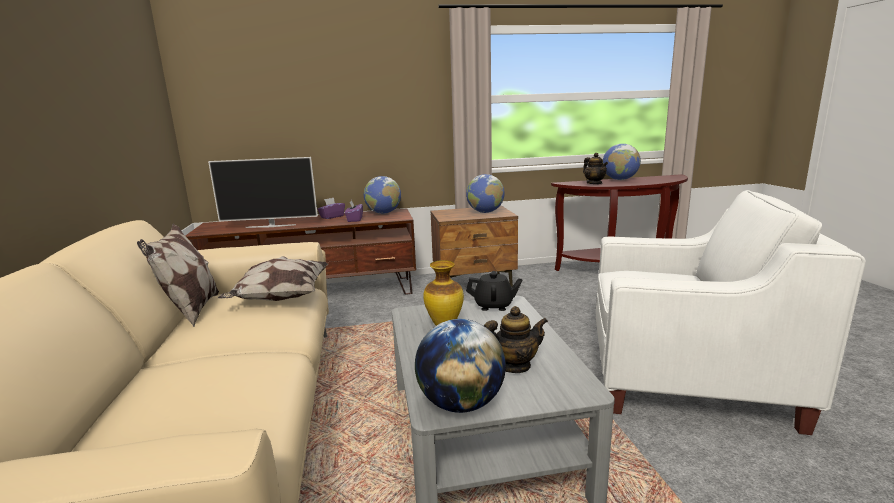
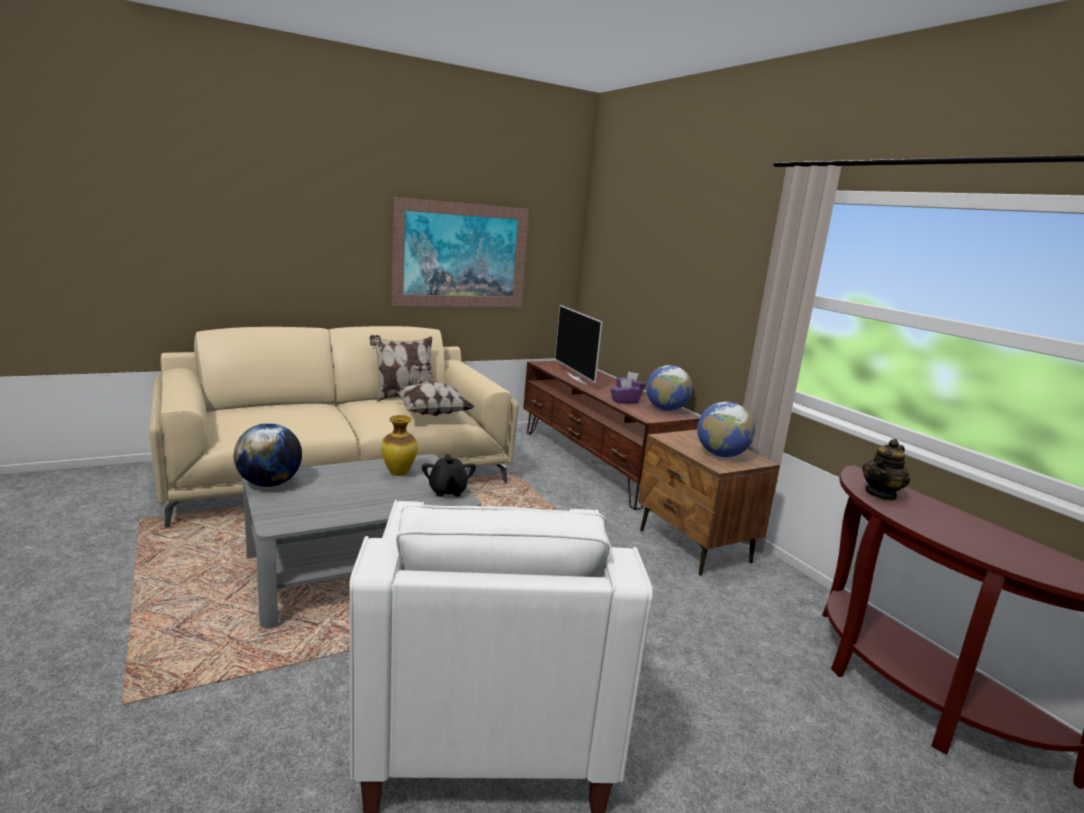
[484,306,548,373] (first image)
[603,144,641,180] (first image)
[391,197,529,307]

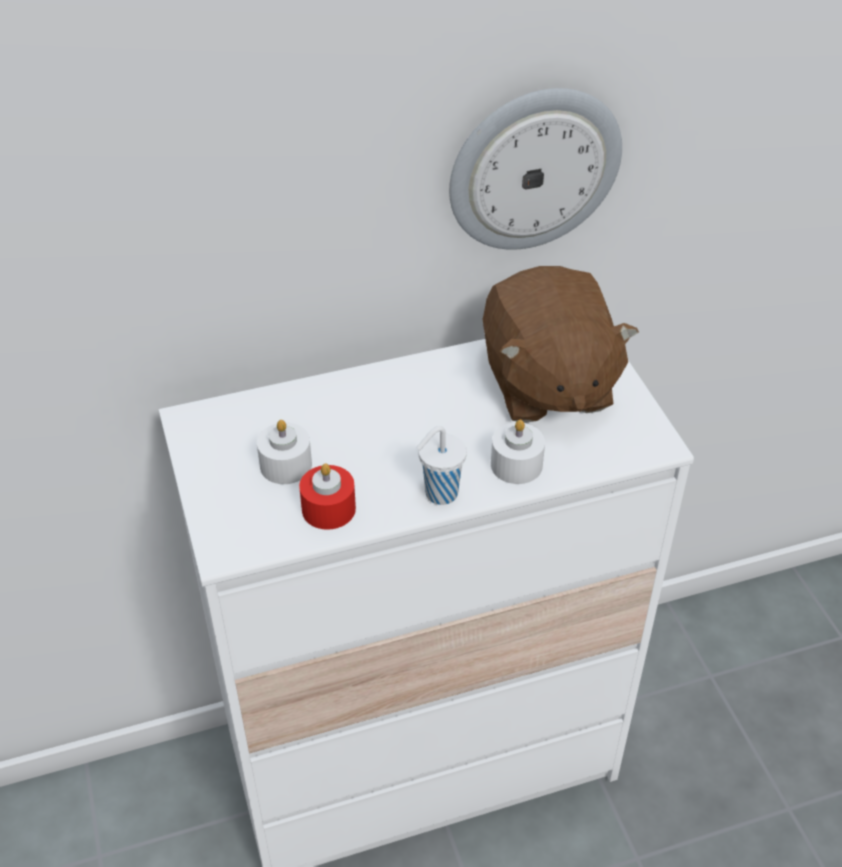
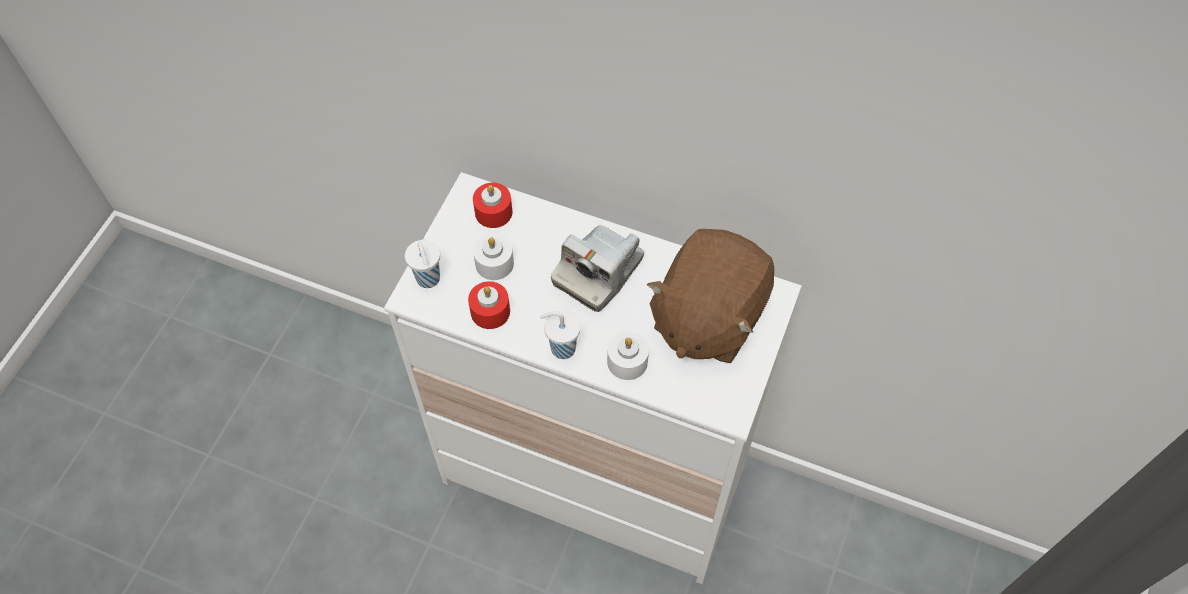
[449,88,622,250] (first image)
[405,240,440,288]
[473,183,513,228]
[551,225,644,312]

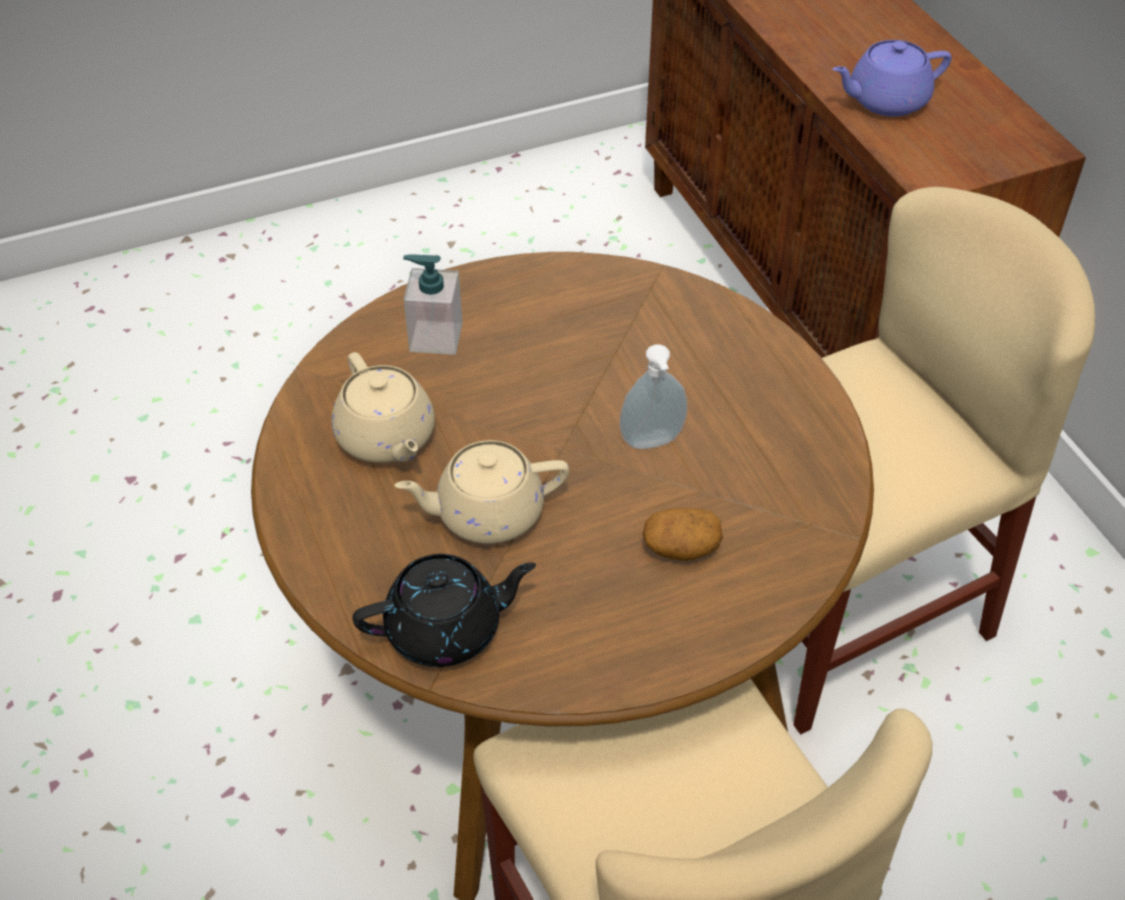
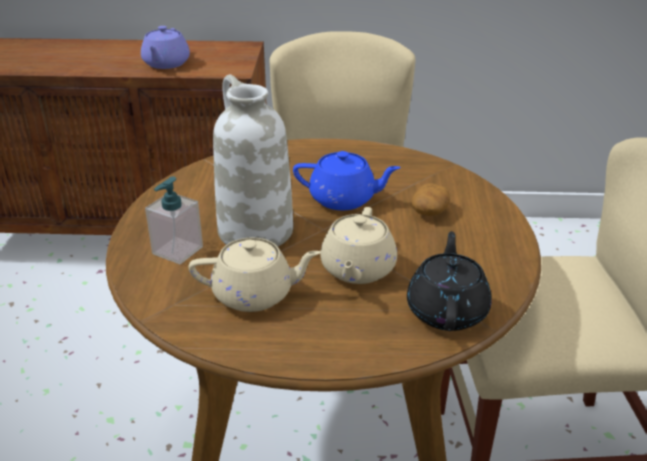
[213,75,293,246]
[293,151,401,210]

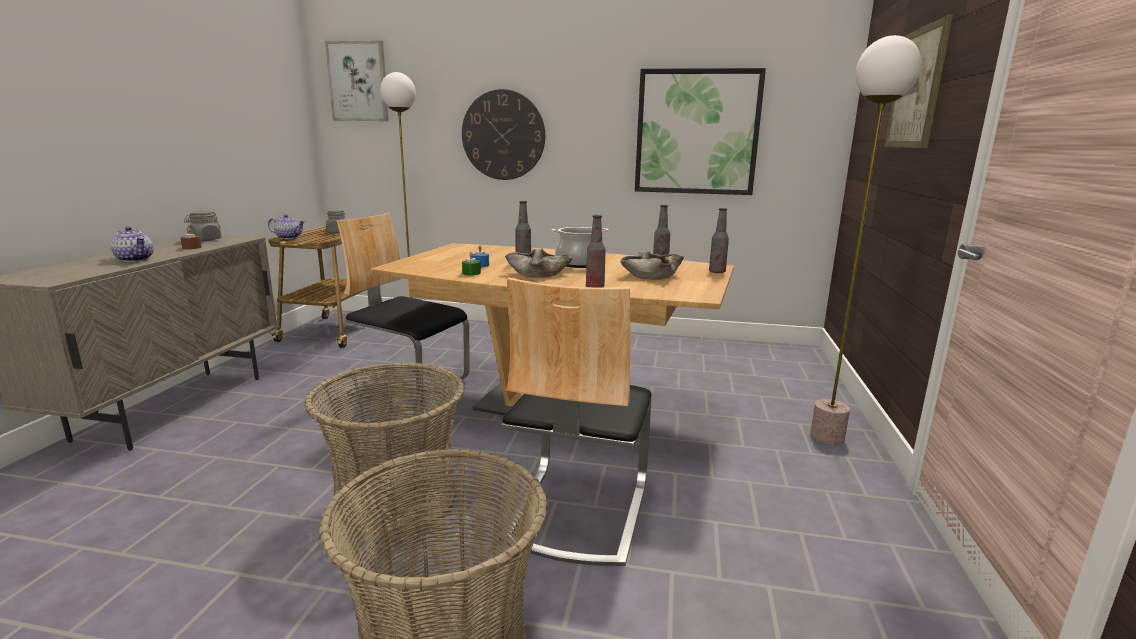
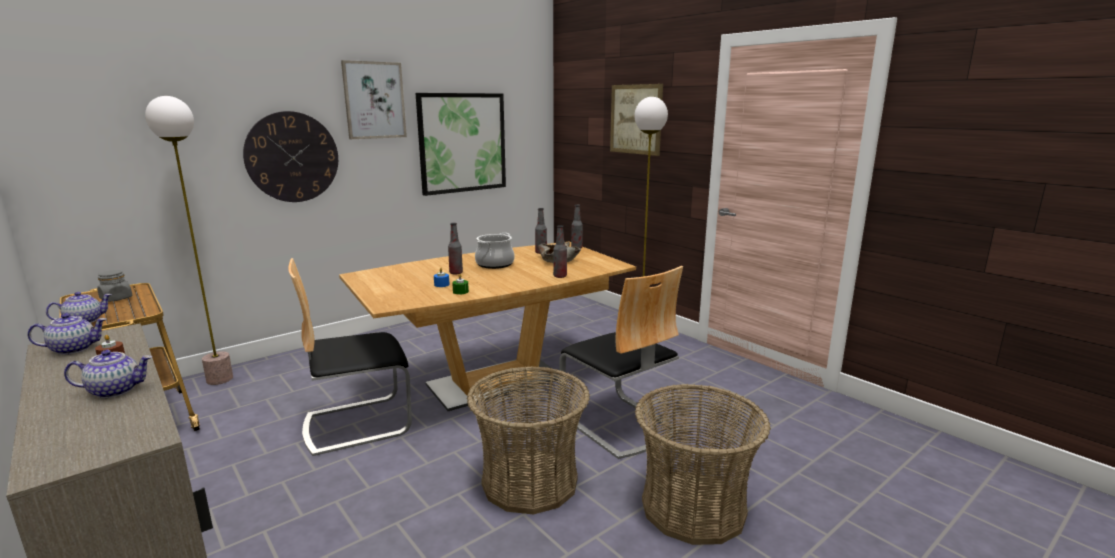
[505,248,573,278] (first image)
[341,60,407,139]
[27,313,106,355]

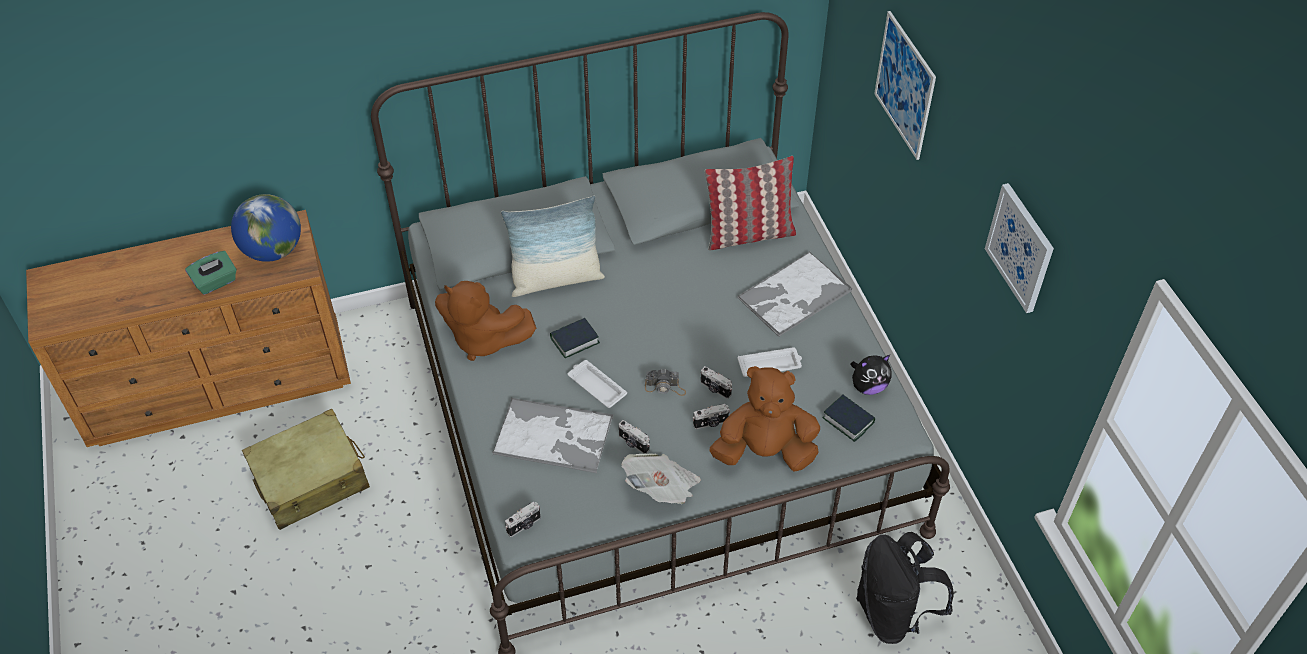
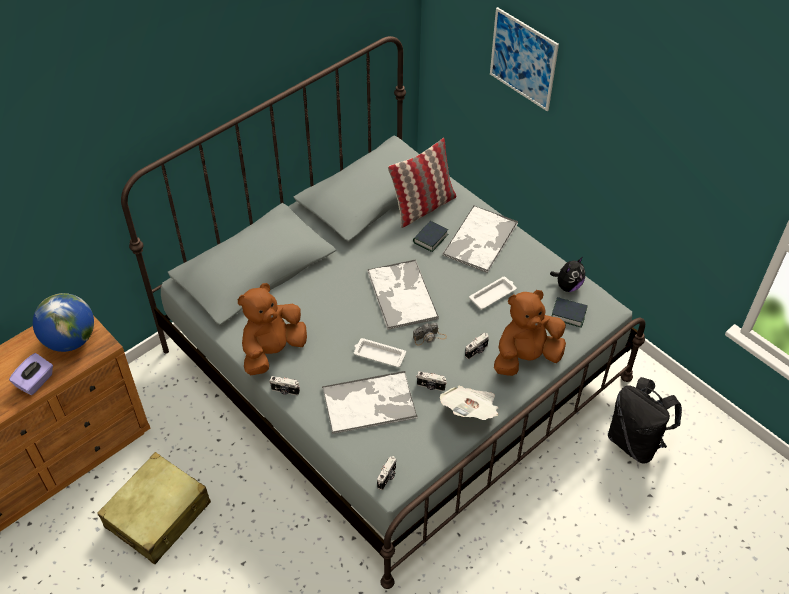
[501,196,605,297] (first image)
[985,183,1054,313] (first image)
[367,259,439,330]
[413,221,449,252]
[270,376,300,395]
[9,353,53,395]
[238,283,307,375]

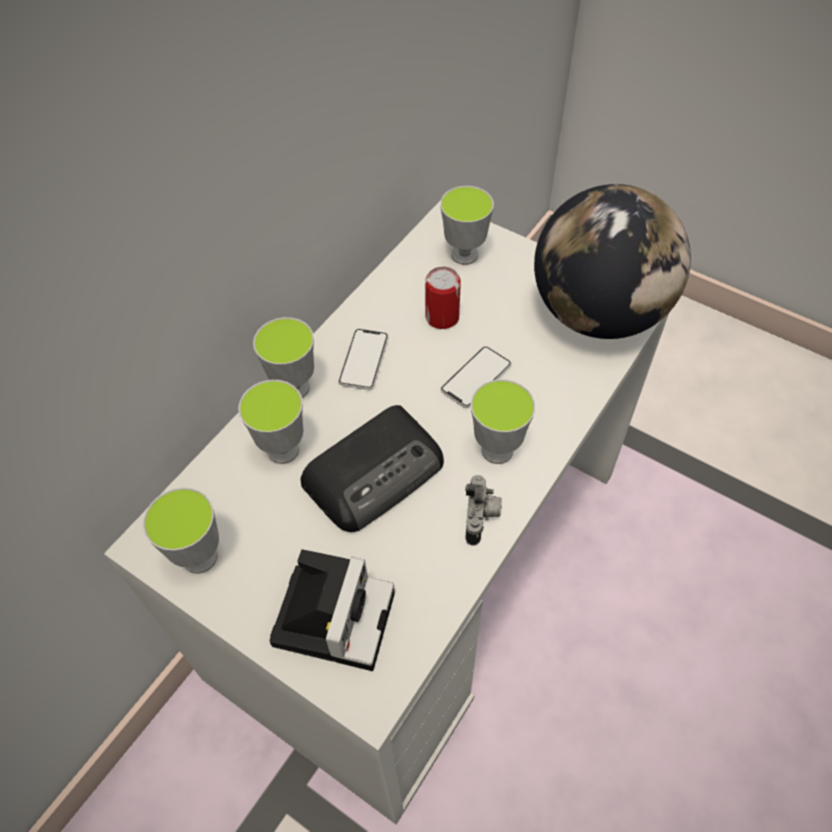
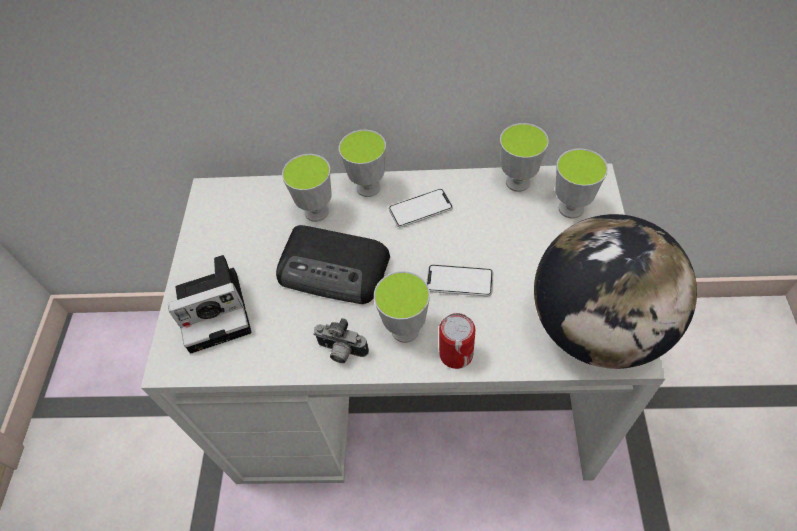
[500,123,549,192]
[439,313,475,369]
[313,318,369,363]

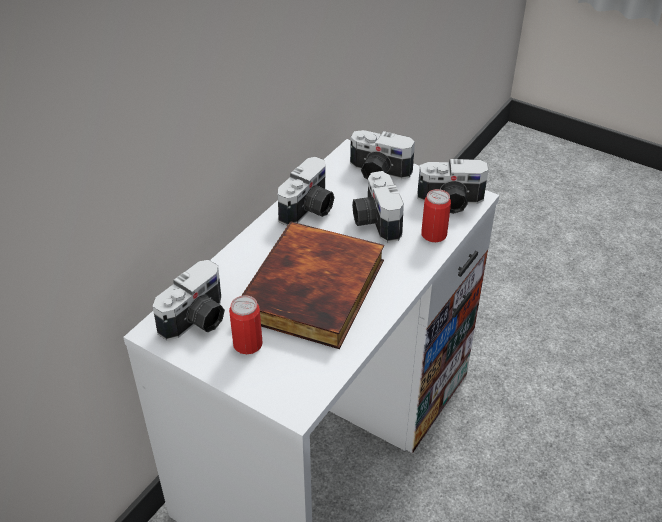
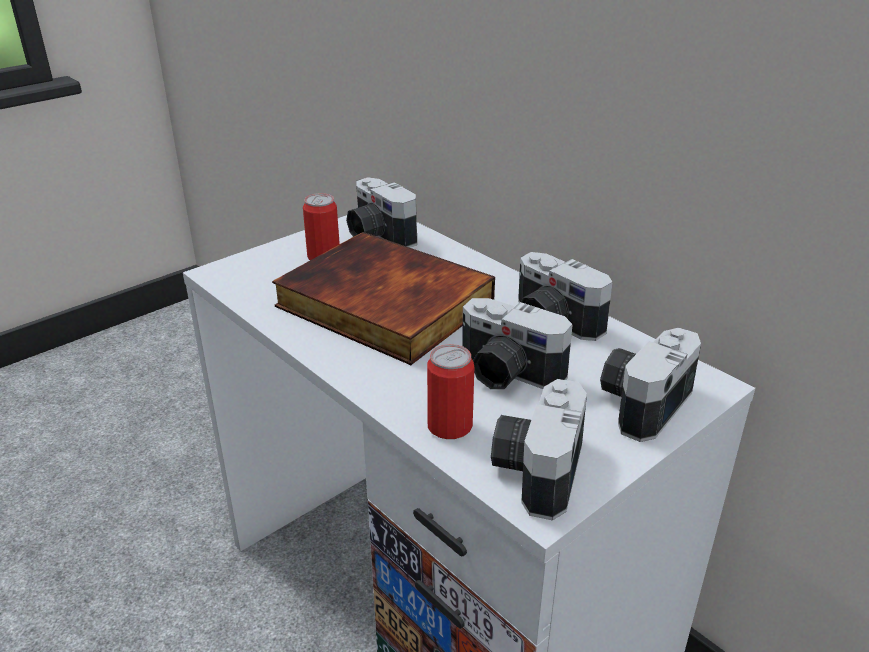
[462,298,573,389]

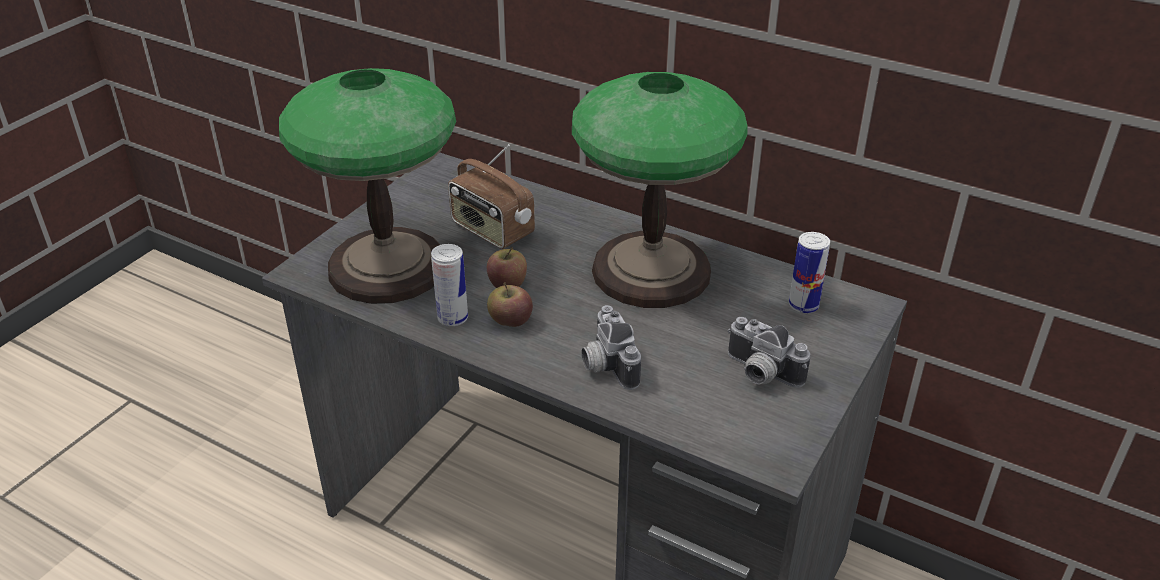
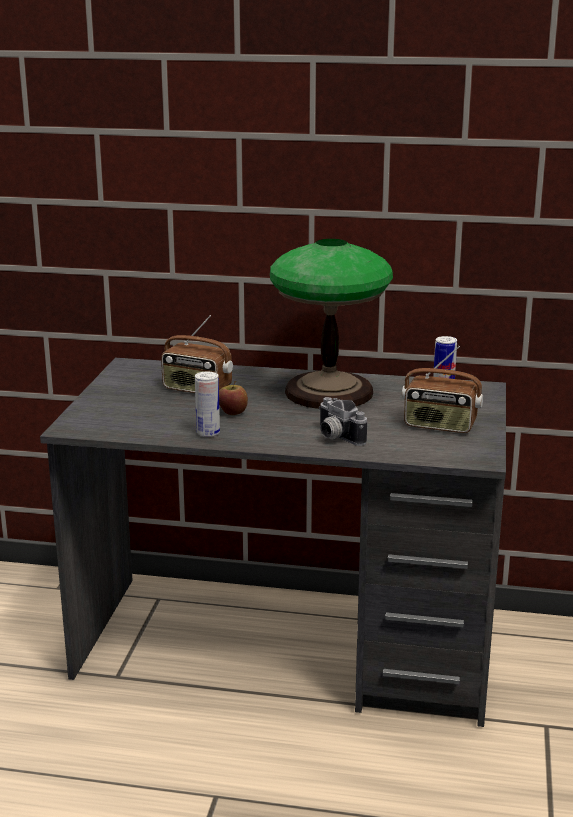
[279,68,456,304] (first image)
[487,282,533,327] (first image)
[402,346,483,433]

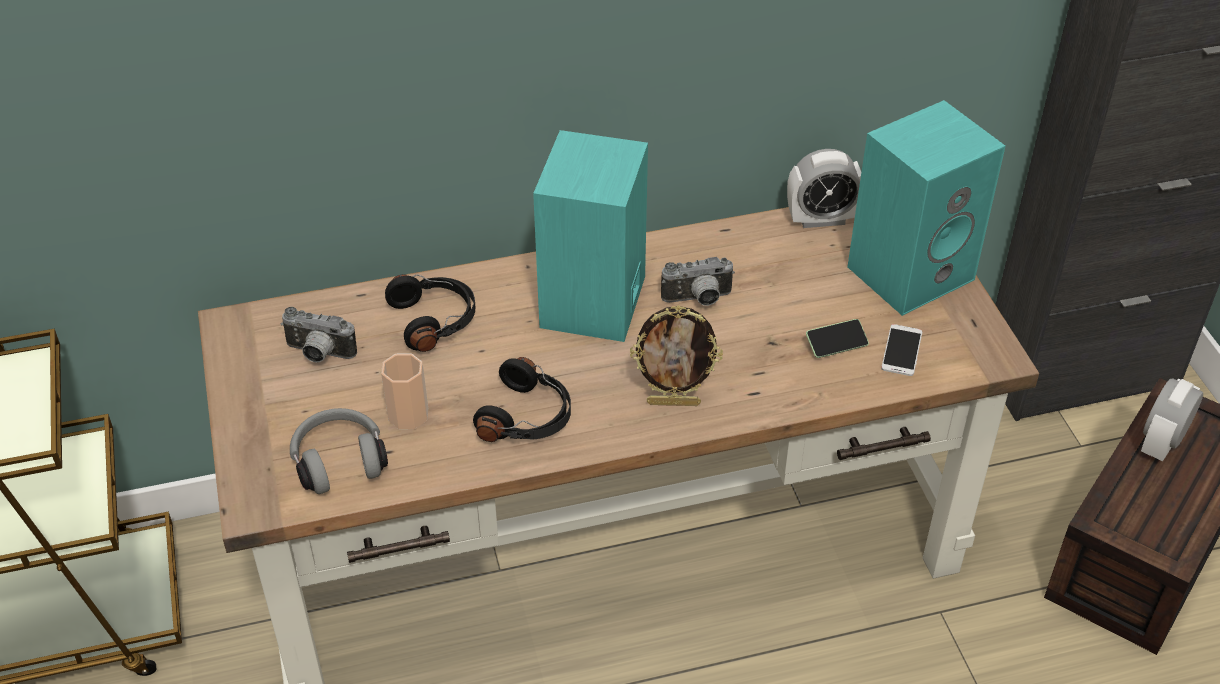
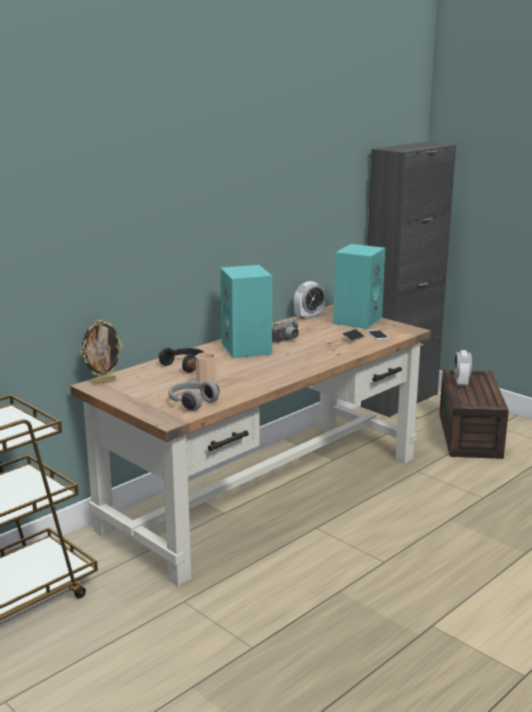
[281,307,357,363] (first image)
[473,357,571,442] (first image)
[80,319,123,385]

